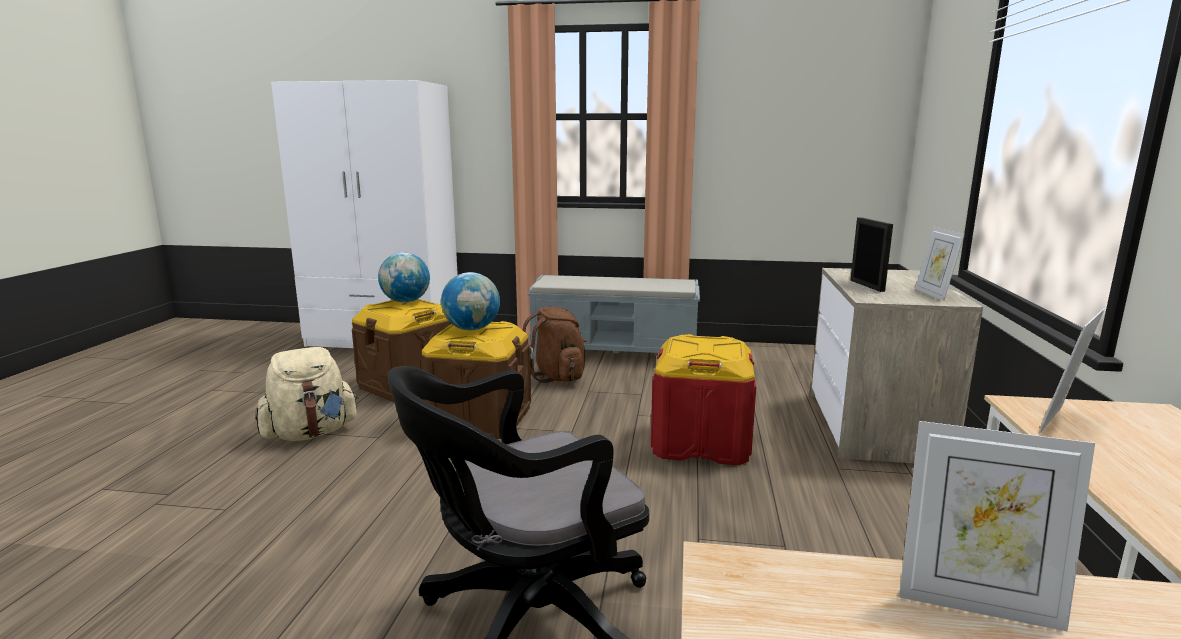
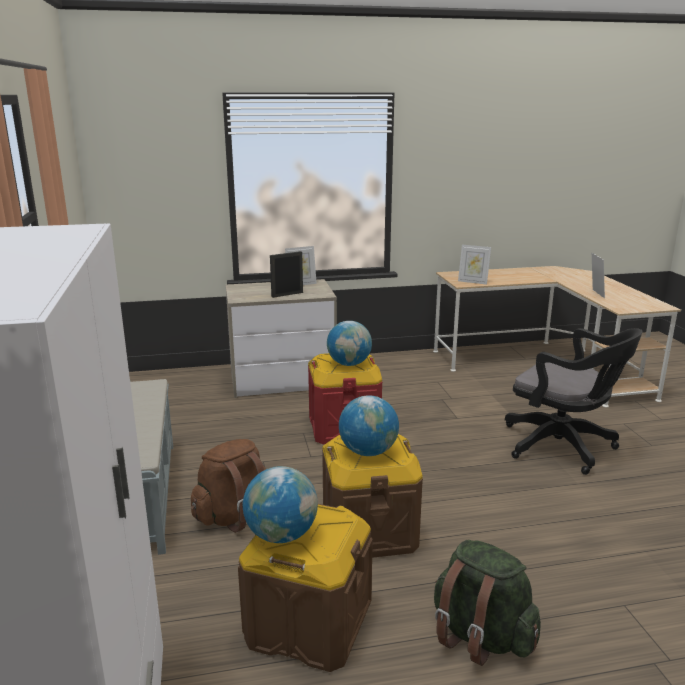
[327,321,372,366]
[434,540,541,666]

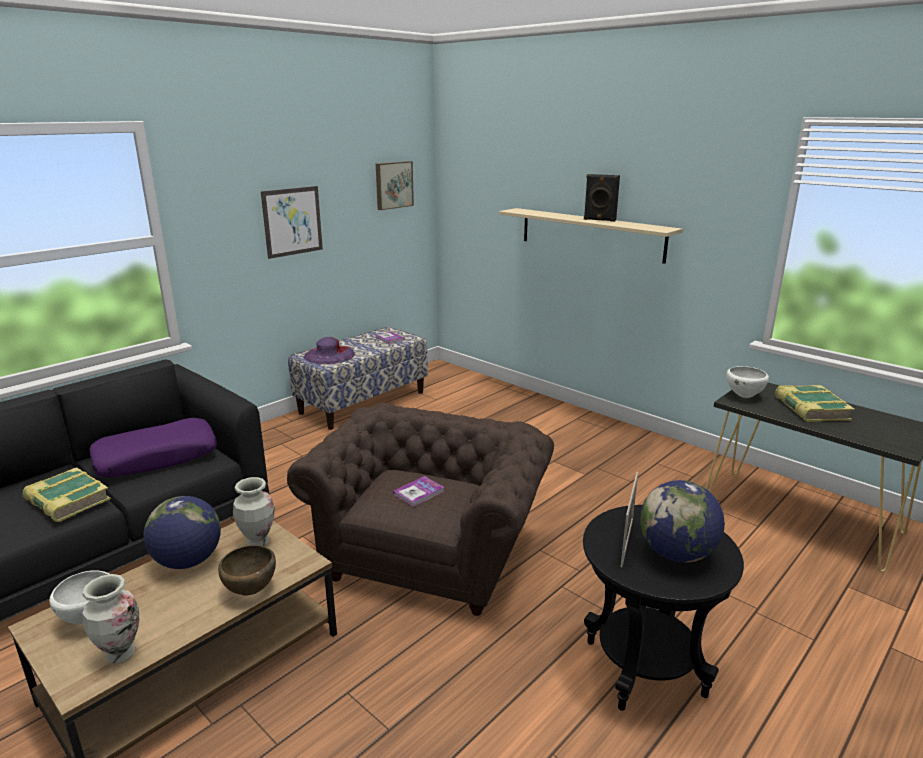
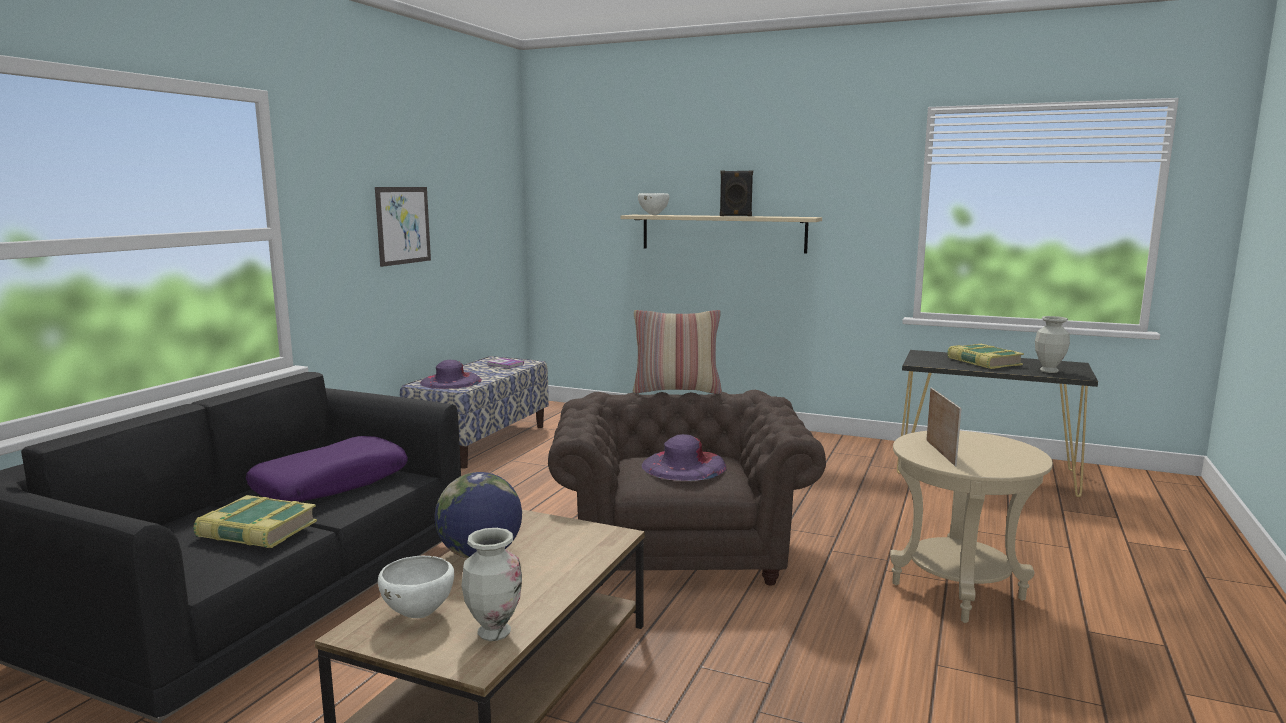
[218,545,276,595] (first image)
[376,161,414,210] (first image)
[640,480,725,563] (first image)
[633,310,722,394]
[1035,316,1070,373]
[638,193,669,215]
[642,434,727,481]
[890,431,1053,623]

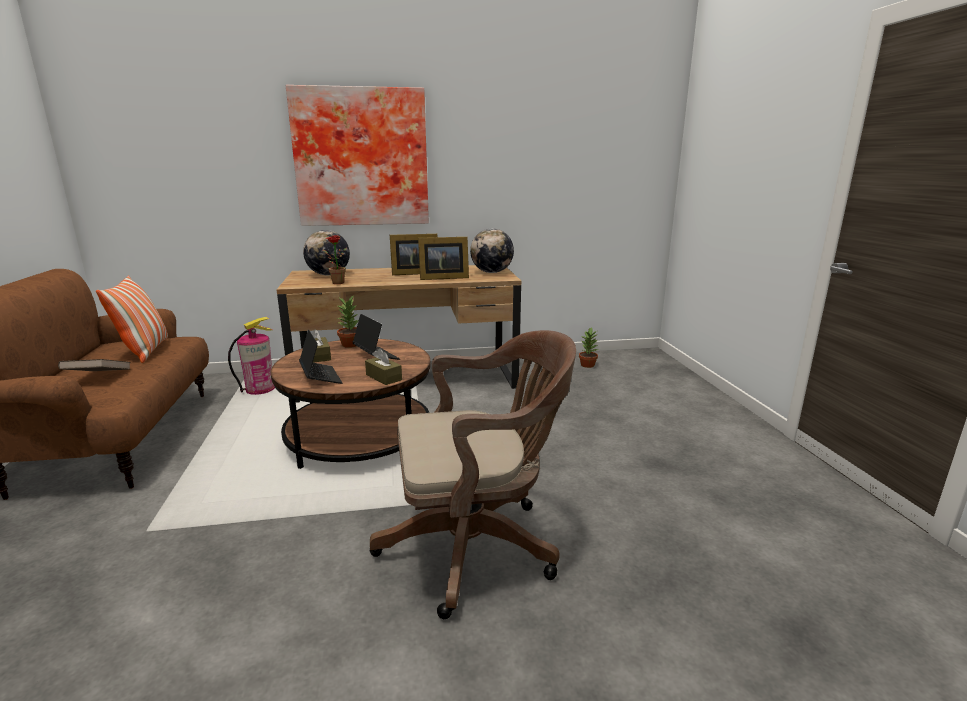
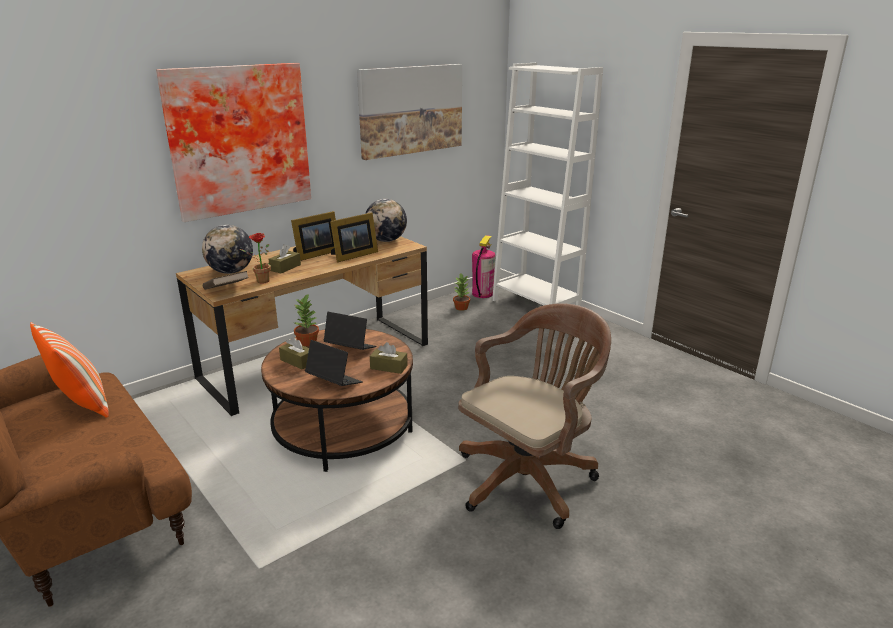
[268,244,301,273]
[357,64,462,160]
[492,63,603,306]
[203,271,249,290]
[472,235,496,298]

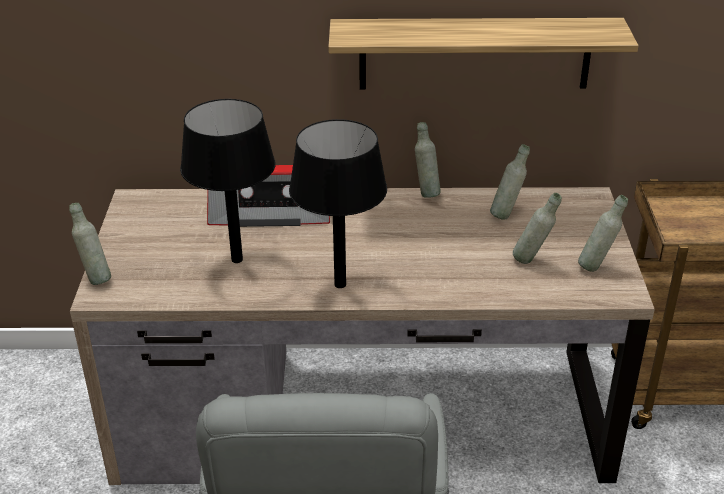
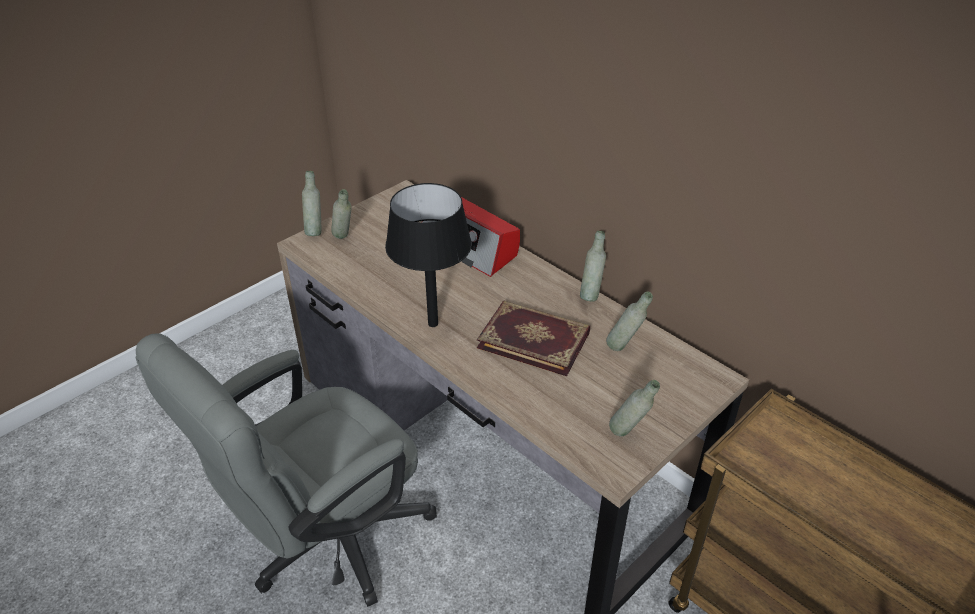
[180,99,275,263] (first image)
[328,18,638,89] (first image)
[477,301,590,376]
[331,189,352,239]

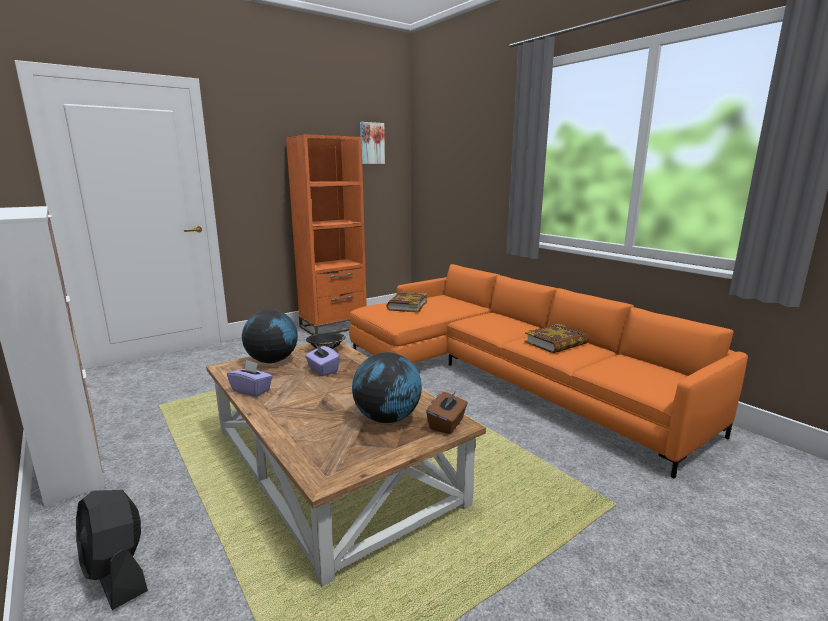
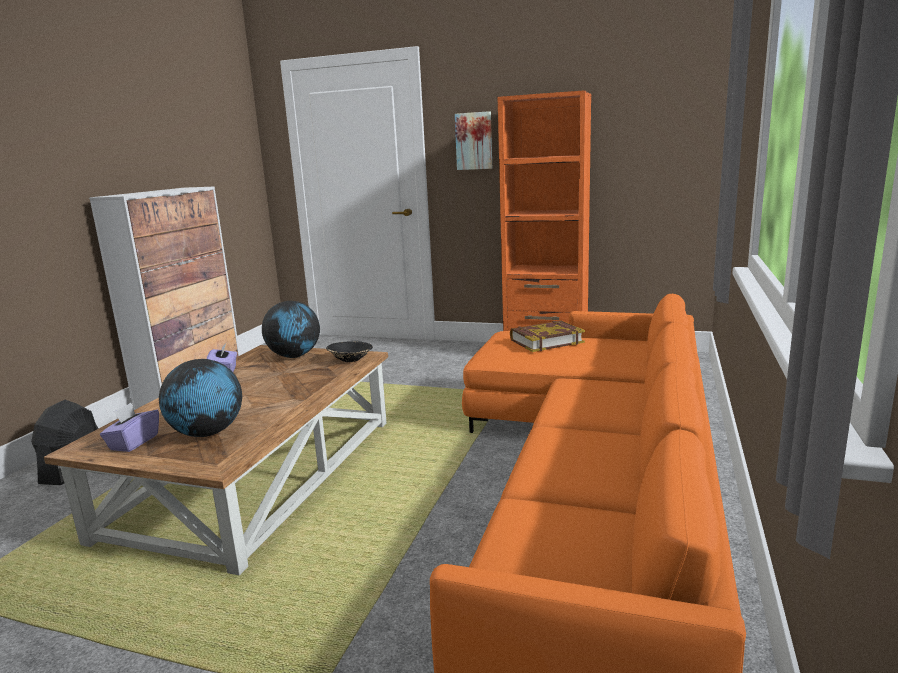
[426,390,468,434] (first image)
[524,324,589,353] (first image)
[100,403,159,452]
[455,111,492,170]

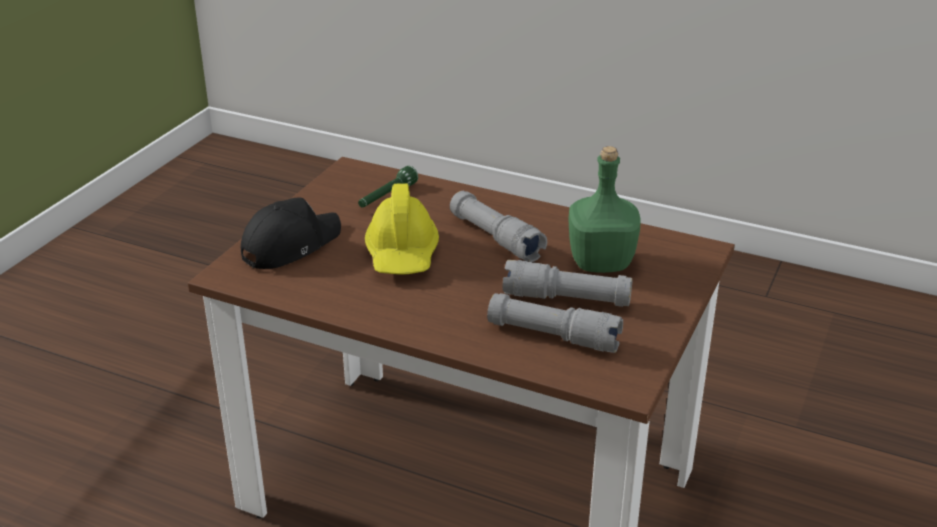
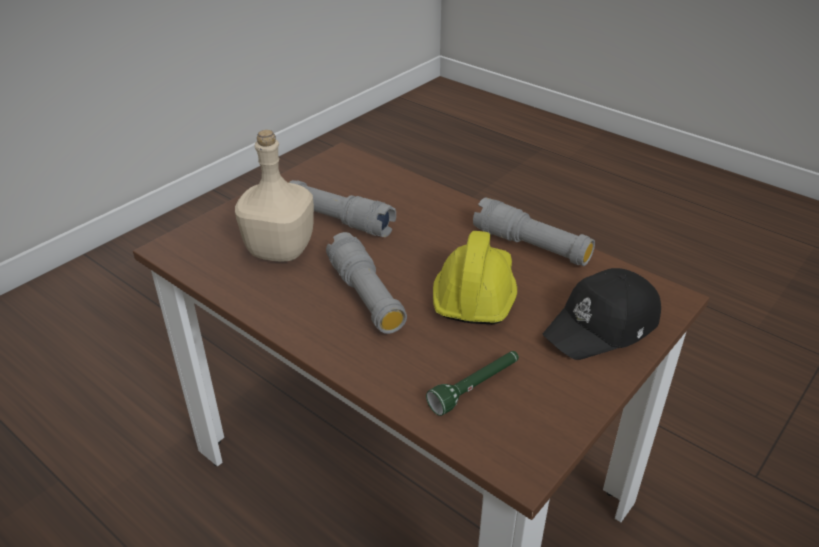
[473,198,595,266]
[235,130,314,261]

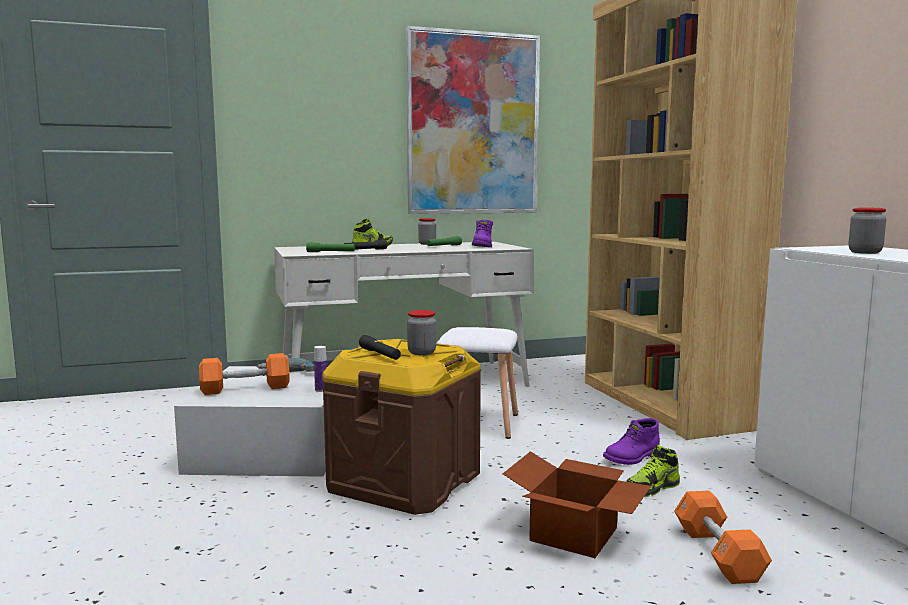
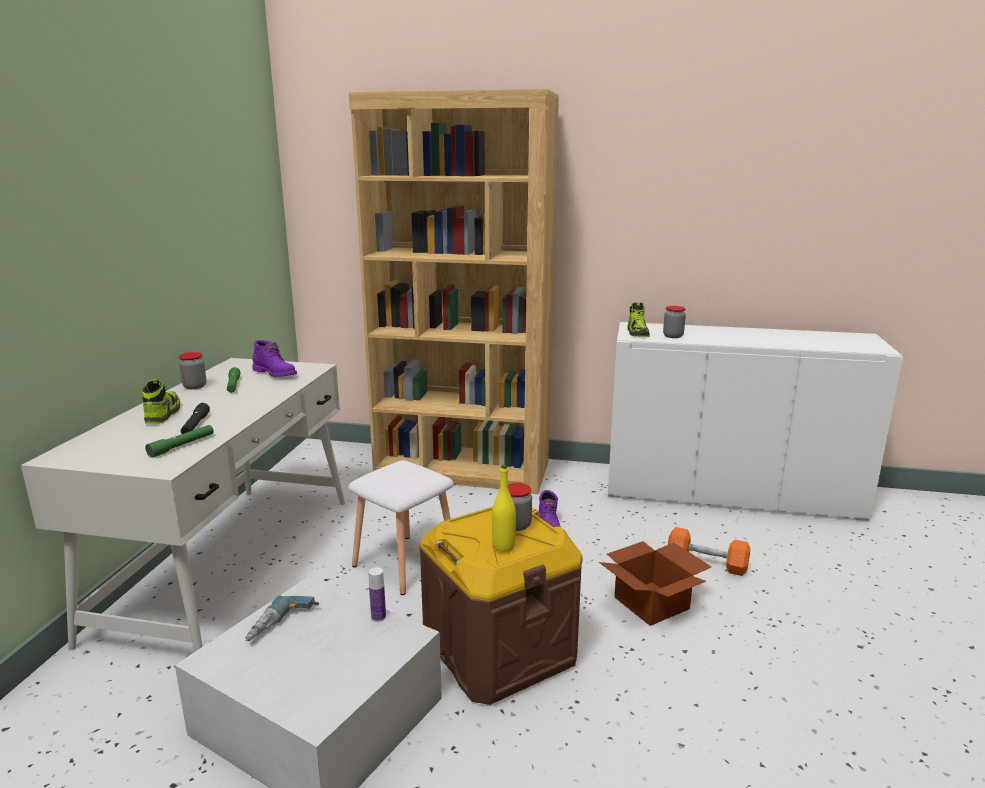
[199,353,290,395] (first image)
[406,26,540,214] (first image)
[627,302,650,337]
[492,465,516,552]

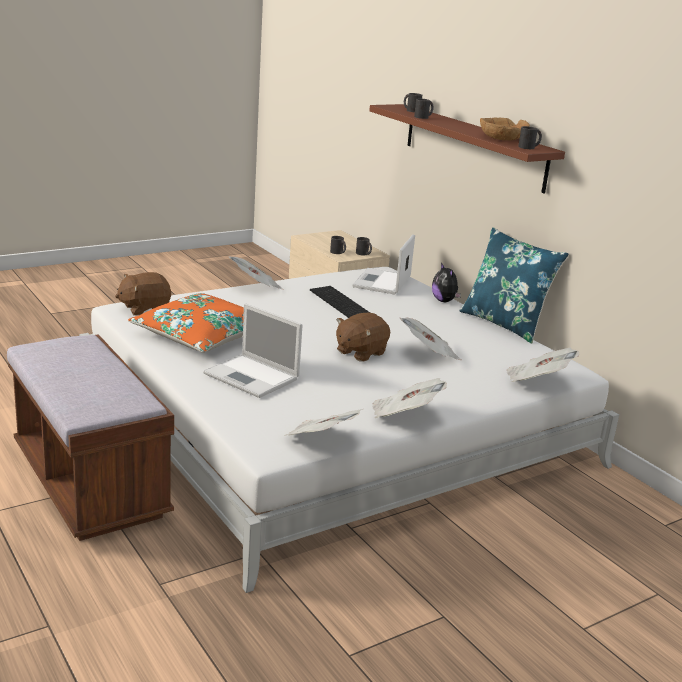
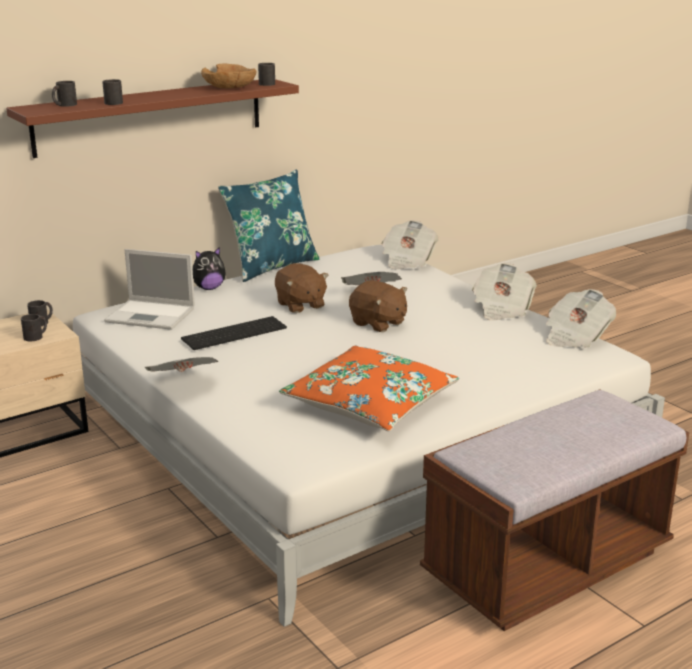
[203,303,303,398] (first image)
[275,263,328,313]

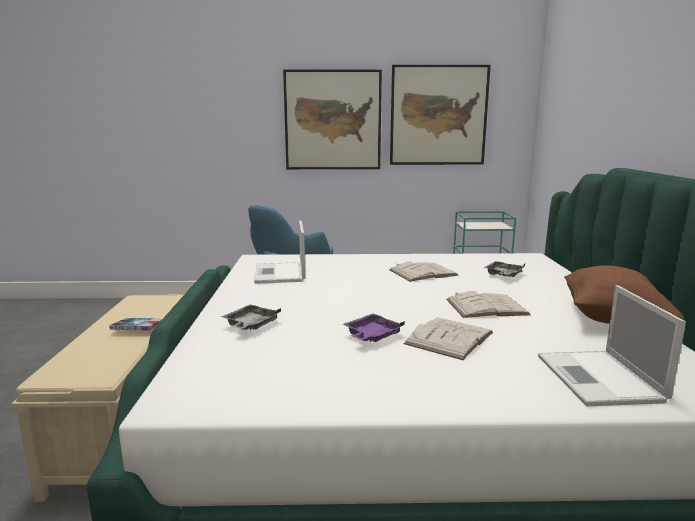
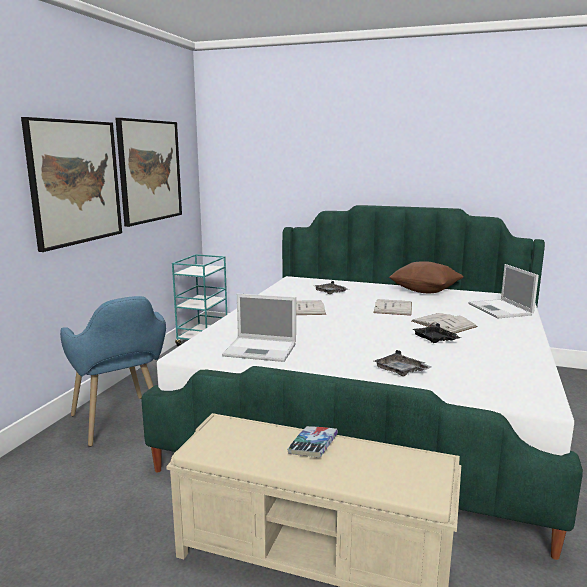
[412,323,461,343]
[468,264,539,318]

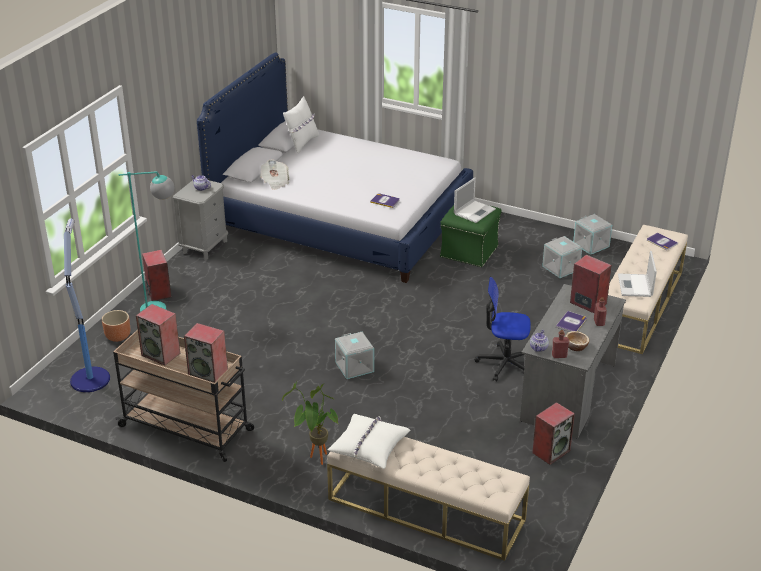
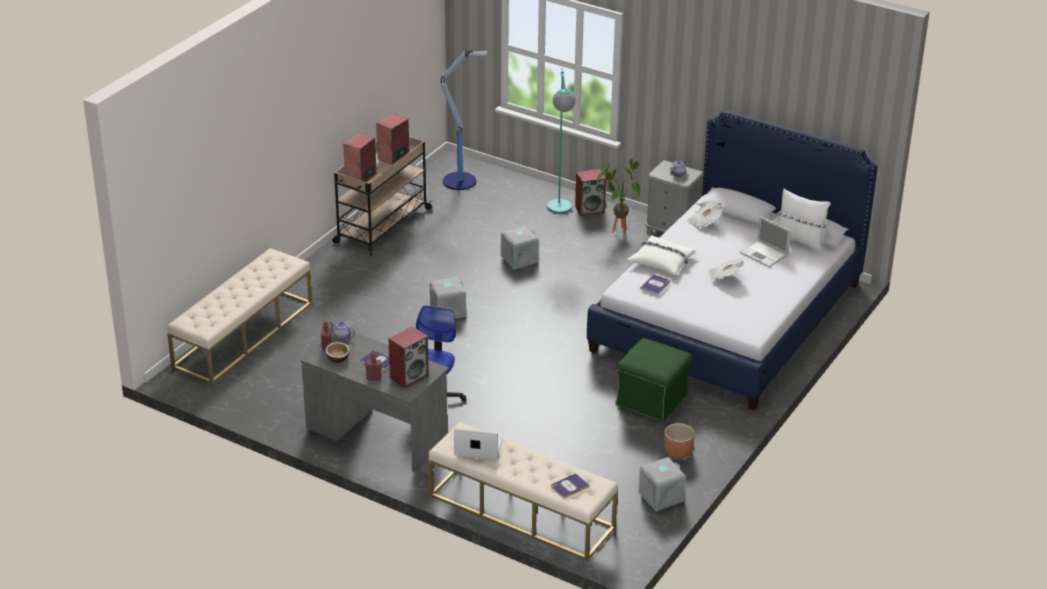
[532,402,575,465] (first image)
[709,258,745,280]
[664,423,695,459]
[596,158,641,235]
[627,235,697,275]
[740,216,791,267]
[501,226,539,269]

